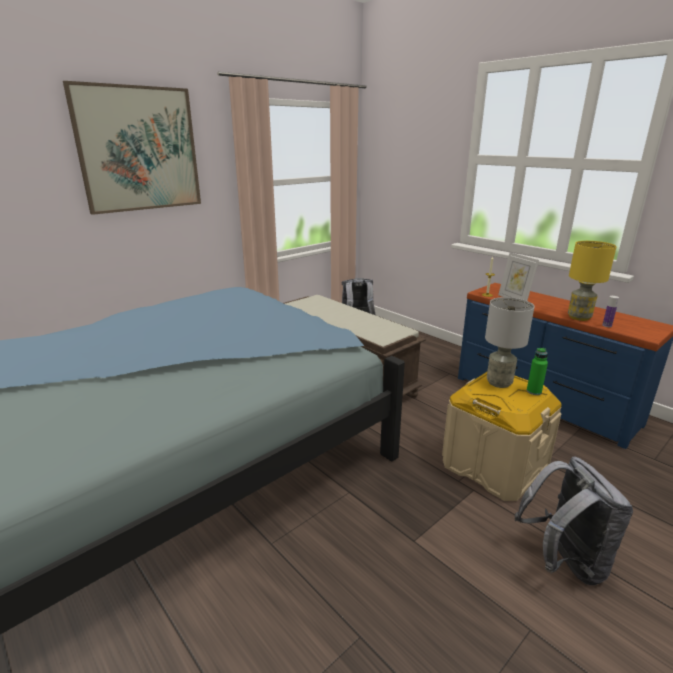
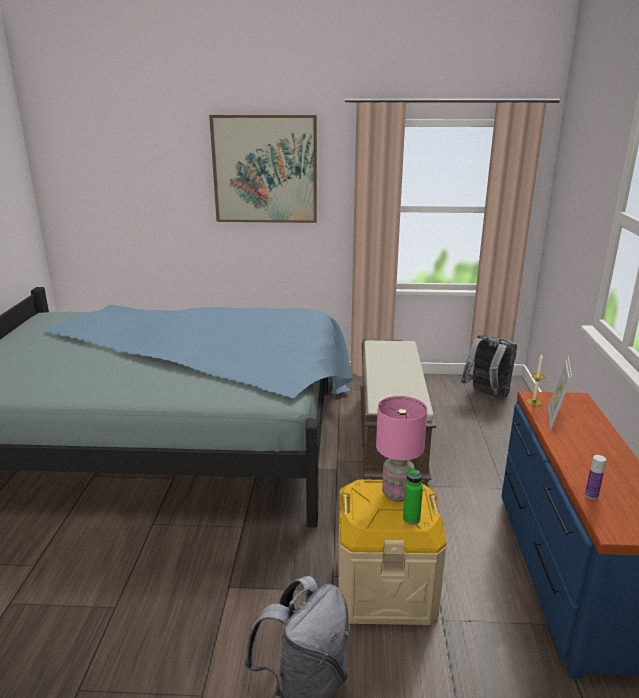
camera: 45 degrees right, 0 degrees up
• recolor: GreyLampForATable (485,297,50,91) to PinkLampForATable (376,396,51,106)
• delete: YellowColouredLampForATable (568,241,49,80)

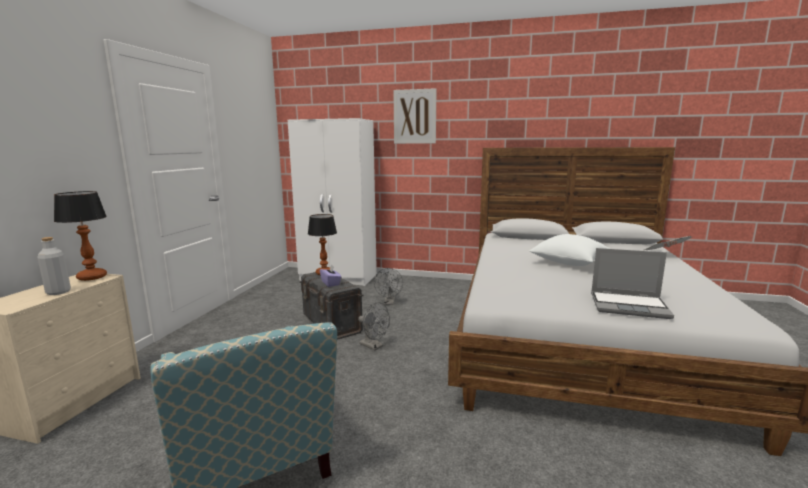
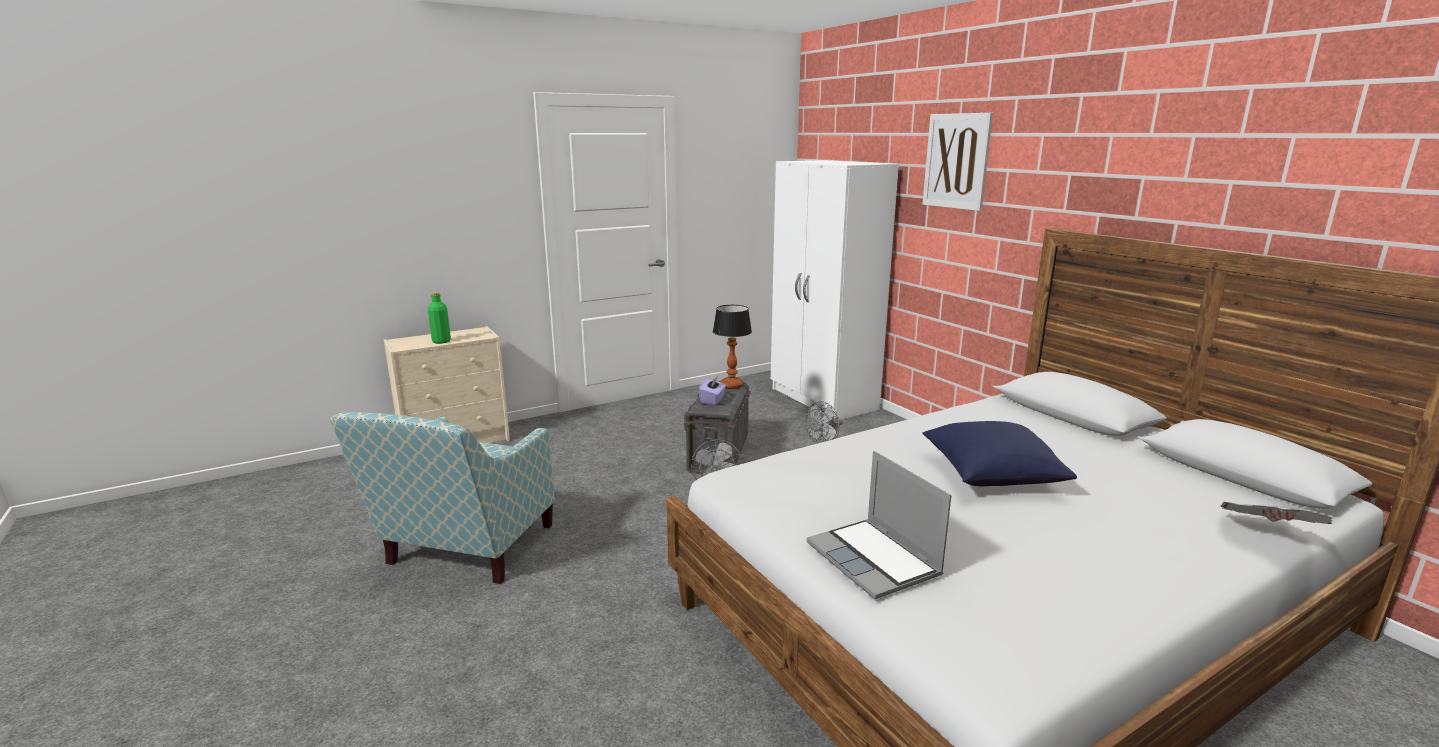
camera: 45 degrees right, 5 degrees up
• recolor: GreyBeverageBottle (37,237,34,58) to GreenBeverageBottle (428,292,23,52)
• recolor: WhiteThrowPillow (529,234,82,32) to BlueThrowPillow (923,421,154,65)
• delete: LampForATable (54,191,53,90)

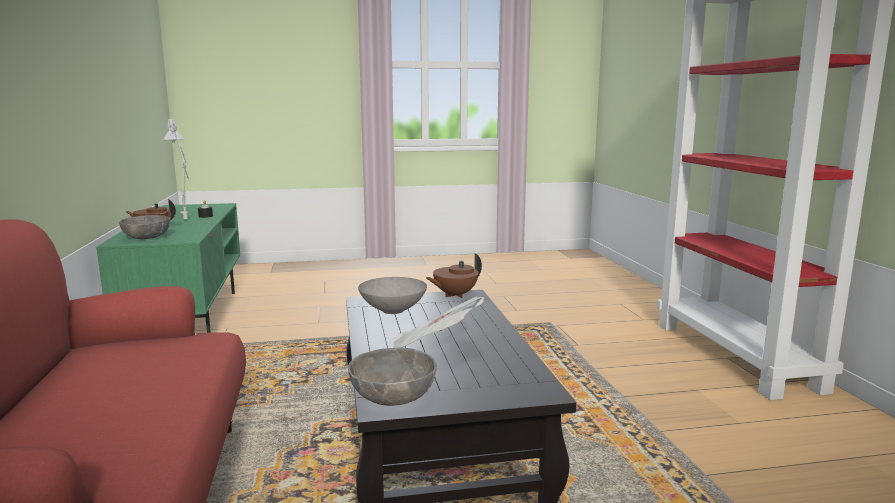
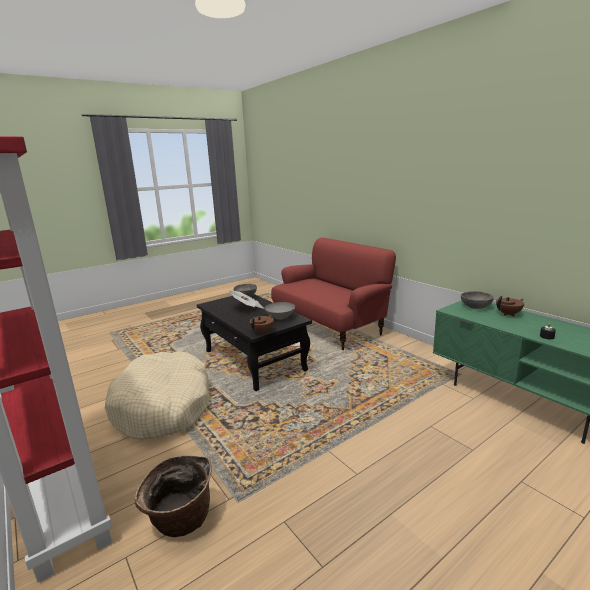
camera: 155 degrees right, 5 degrees up
• insert: SandColouredPetBed (105,351,105,88)
• insert: StorageBasket (135,455,77,82)
• delete: GreyLampForATable (163,119,27,100)

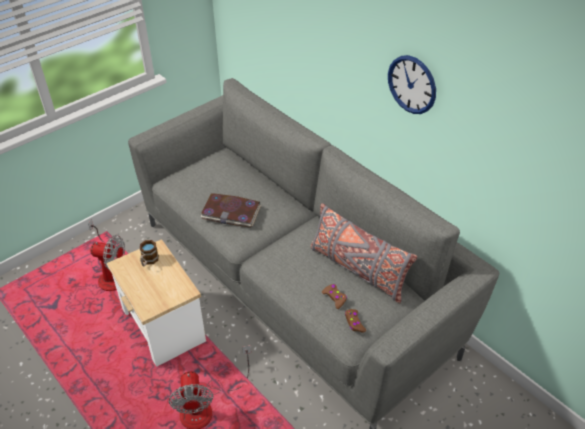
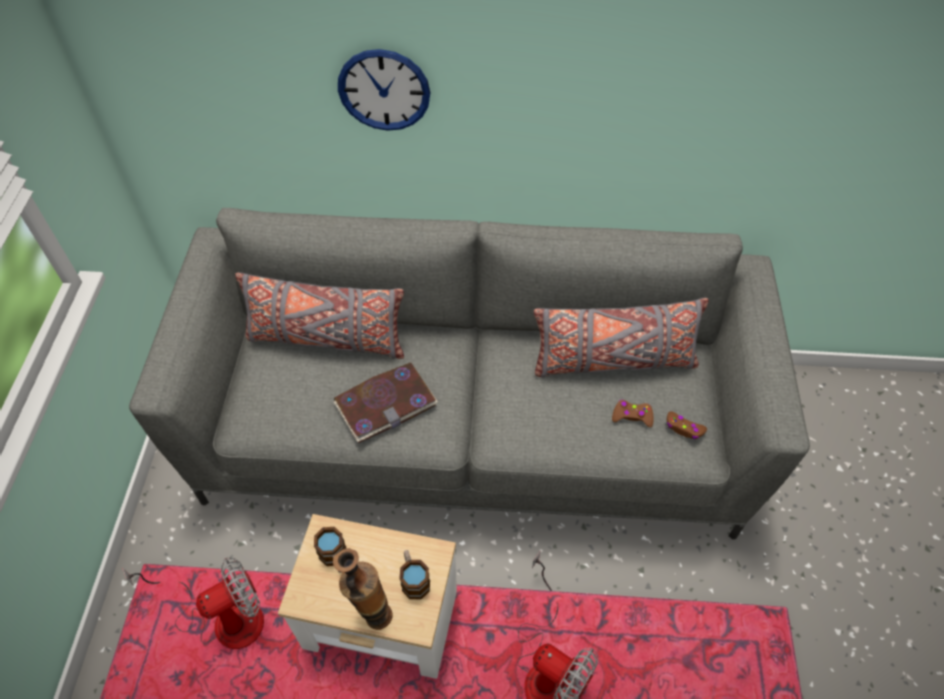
camera: 45 degrees left, 10 degrees up
• insert: GreyThrowPillow (235,272,169,87)
• insert: DecorativeVase (333,548,60,82)
• move: WallClock (388,55,48,59) to (338,49,92,82)
• insert: Mug (399,550,31,49)

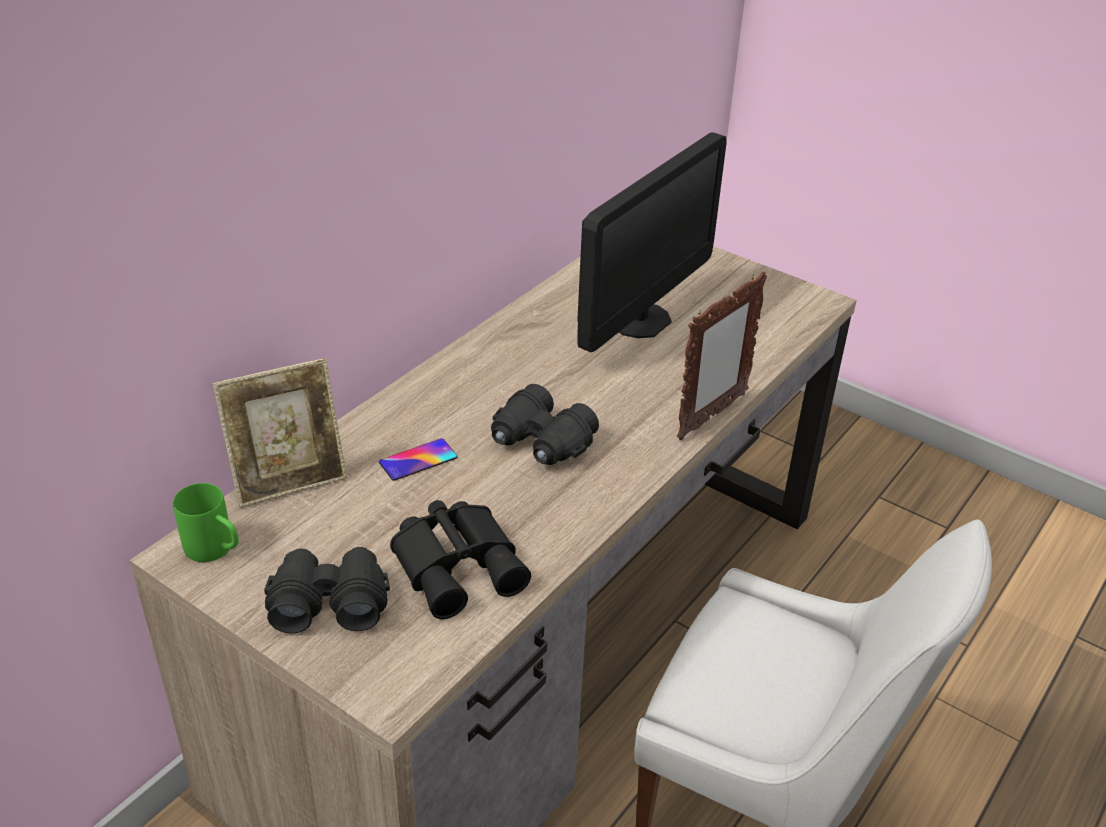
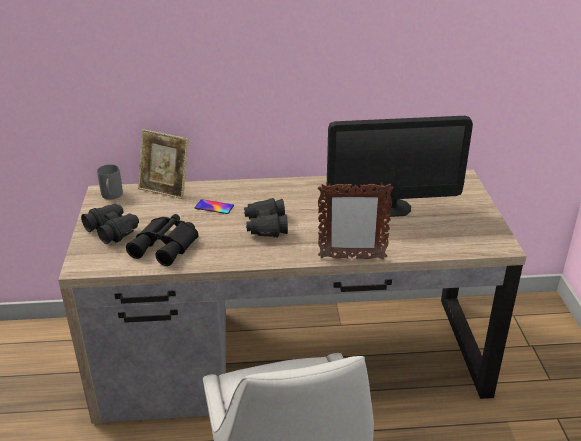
camera: 50 degrees right, 5 degrees down
• recolor: GreenMug (173,483,66,79) to GreyMug (97,164,26,36)

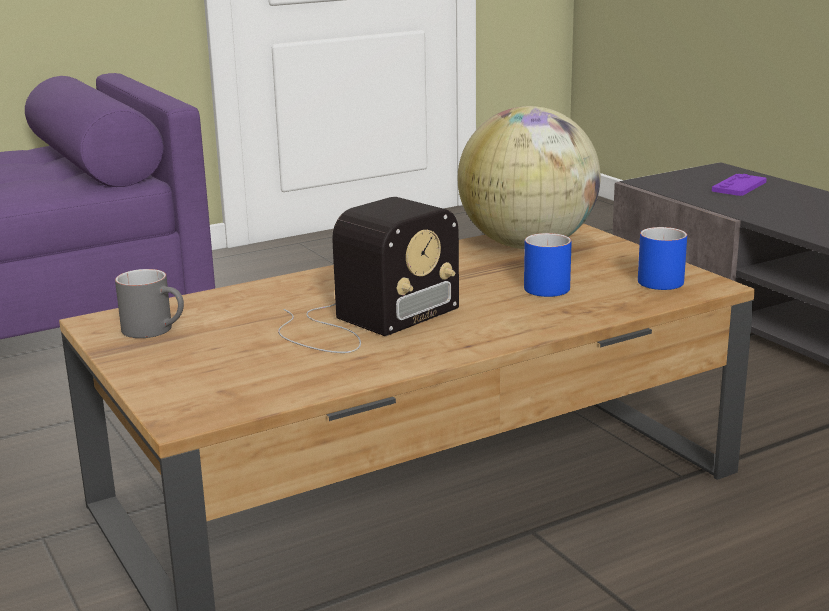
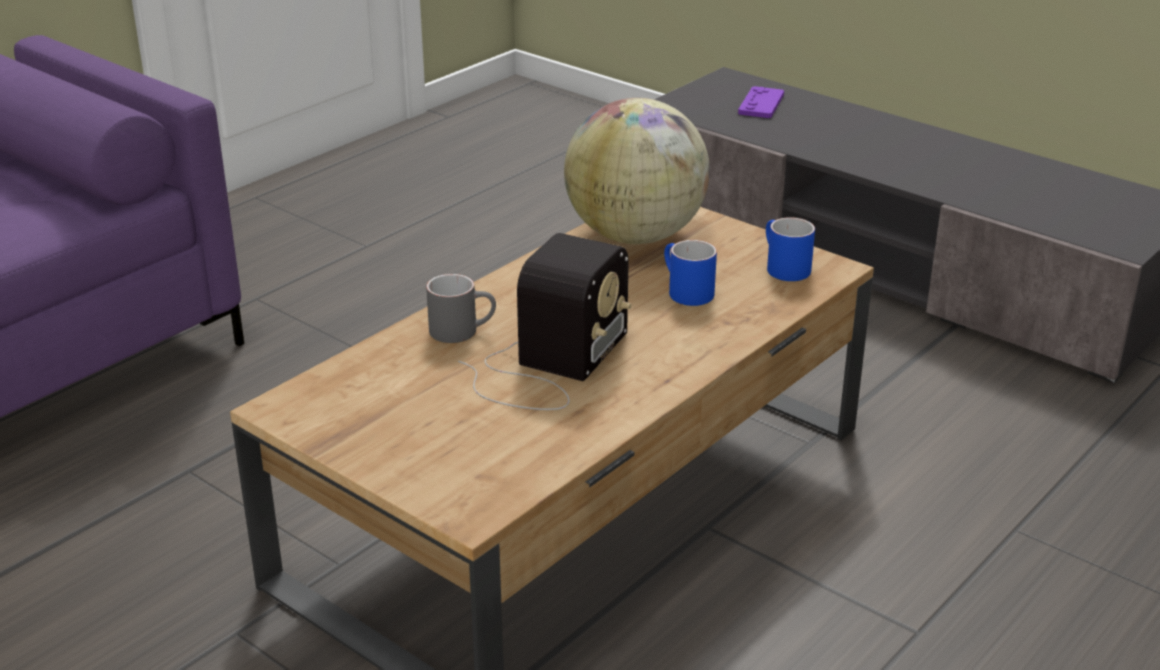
camera: 20 degrees left, 10 degrees up
• move: GreyMug (115,269,69,69) to (426,274,70,69)

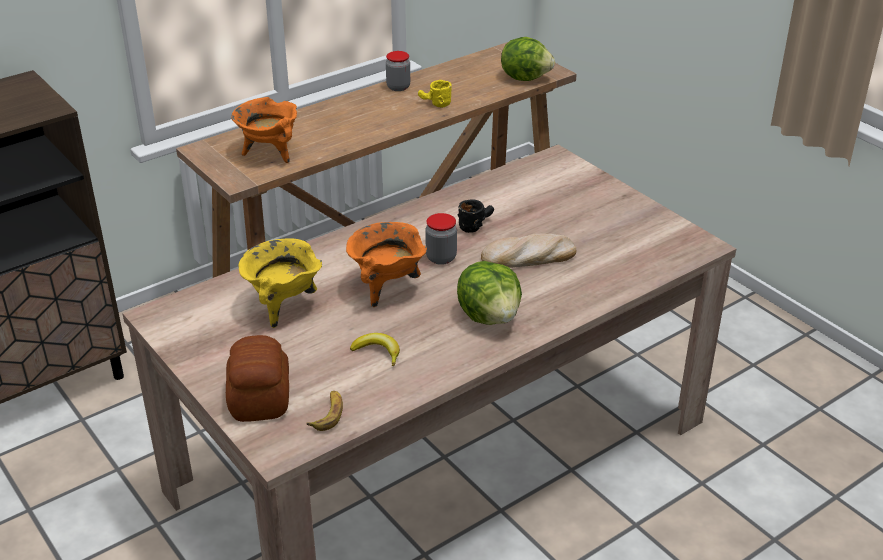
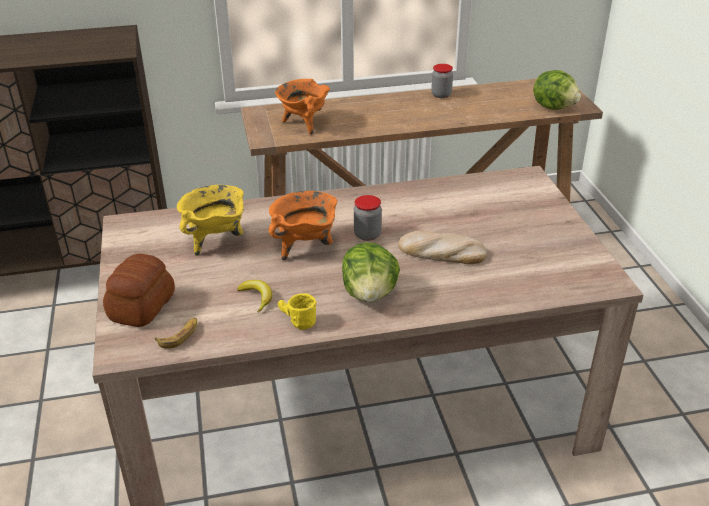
camera: 25 degrees right, 0 degrees up
• move: YellowColouredMug (418,80,34,28) to (278,293,38,37)
• delete: BlackColouredMug (458,199,36,34)

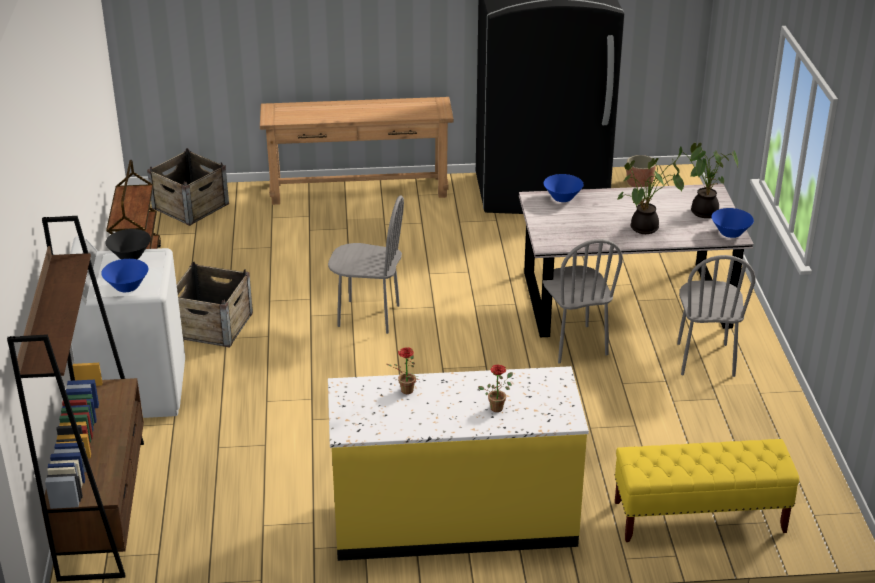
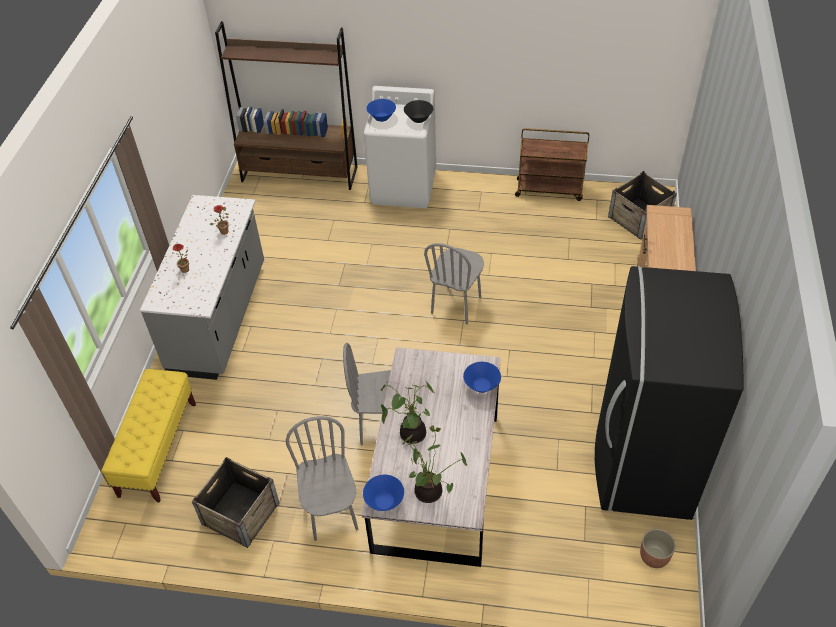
camera: 105 degrees right, 15 degrees up
• recolor: YellowColouredCounter (328,366,261,195) to GreyCounter (140,195,124,185)
• move: ShippingCrate (177,262,76,86) to (192,457,88,91)
• rotate: GreyChair (677,255,79,122) = (286,416,72,125) 60 degrees clockwise

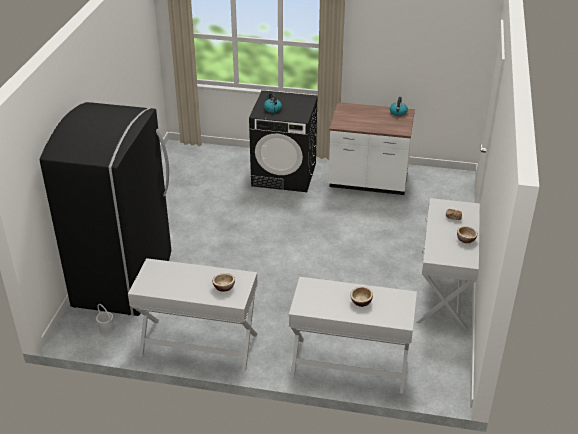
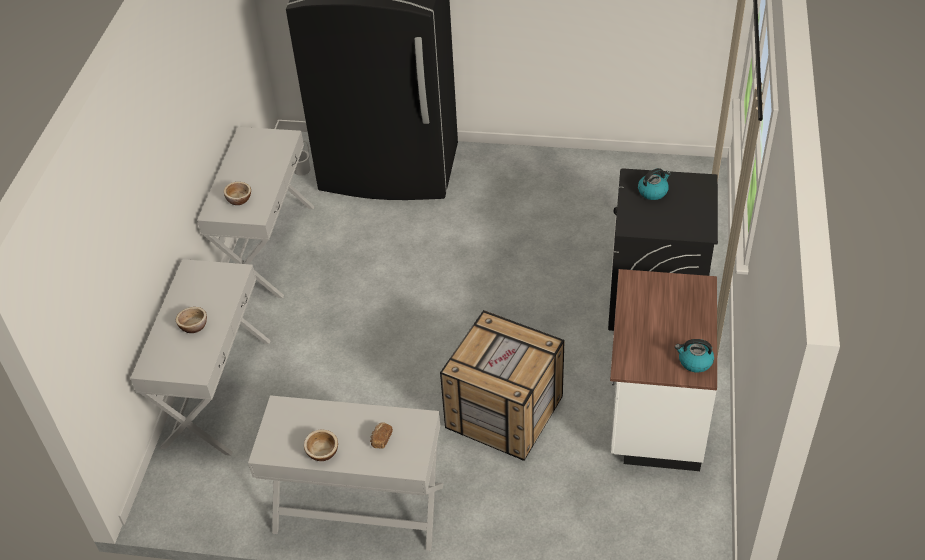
camera: 90 degrees right, 10 degrees up
• insert: ShippingCrate (440,310,125,151)

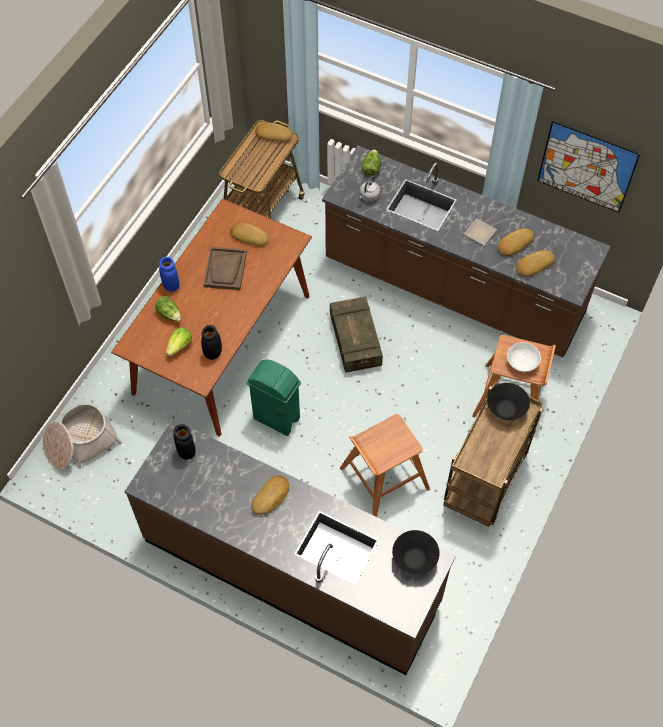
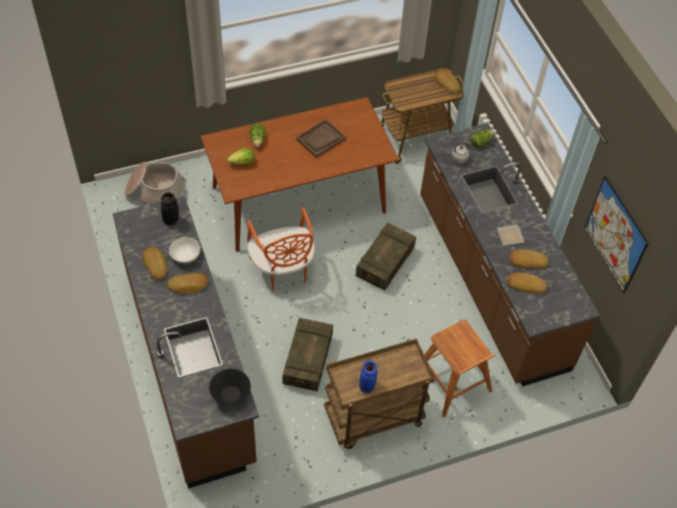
camera: 40 degrees right, 5 degrees down
• move: BakeryBread (230,223,39,23) to (142,247,26,33)
• move: WhiteBowl (507,342,34,30) to (169,237,31,27)
• replace: GreenWasteBin (247,360,54,76) to OrangeyChair (247,207,68,84)
• replace: BrownColouredStool (340,414,90,103) to ShippingCrate (282,318,51,73)
• move: BlueDecorativeVase (159,257,20,35) to (359,360,18,33)
• delete: BlackColouredDecorativeVase (201,325,21,35)
• delete: BlackColouredBowl (487,383,43,37)

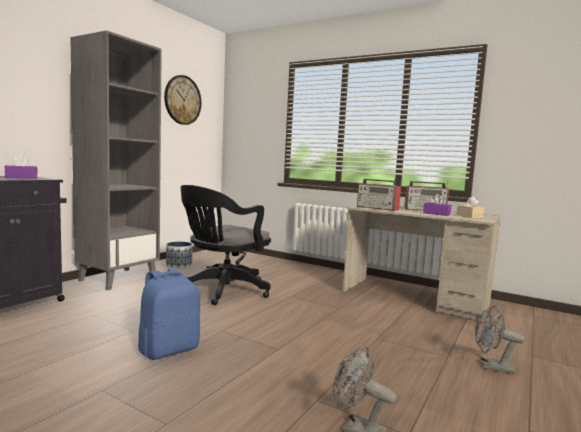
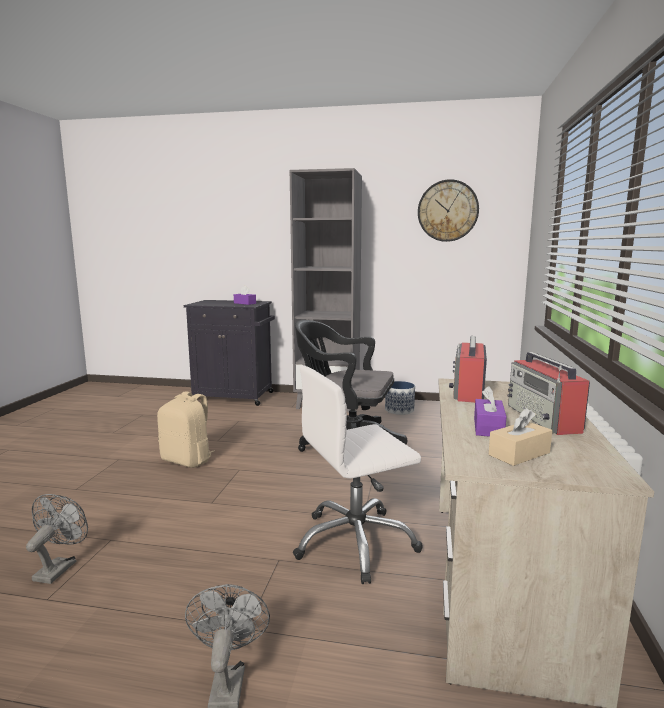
camera: 70 degrees right, 5 degrees up
• recolor: BlueBackpack (138,268,62,92) to SandColouredBackpack (157,391,58,77)
• insert: WhiteComputerChair (293,366,130,218)

